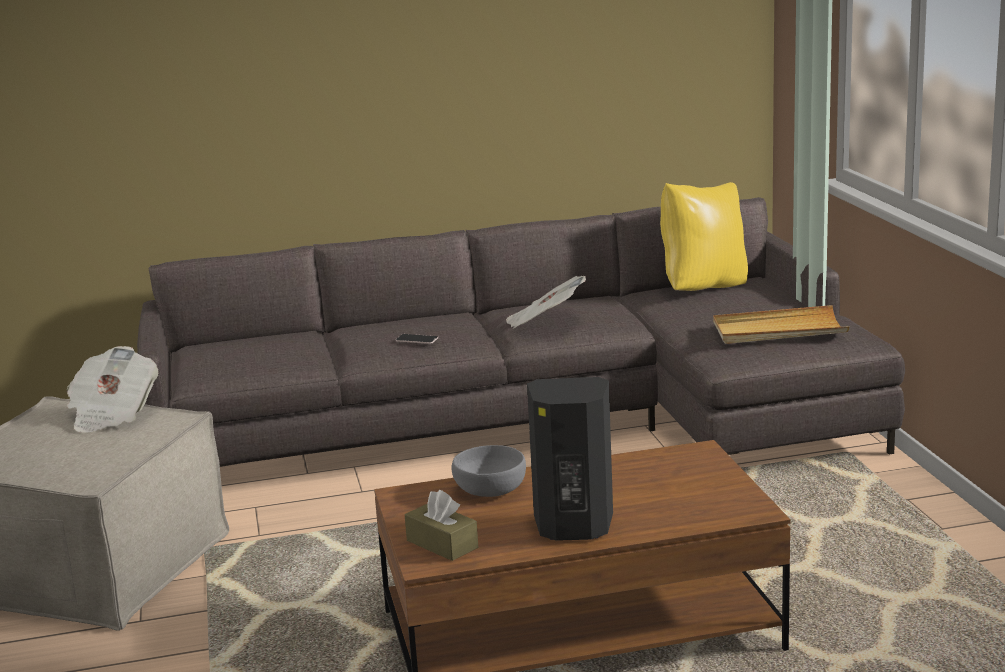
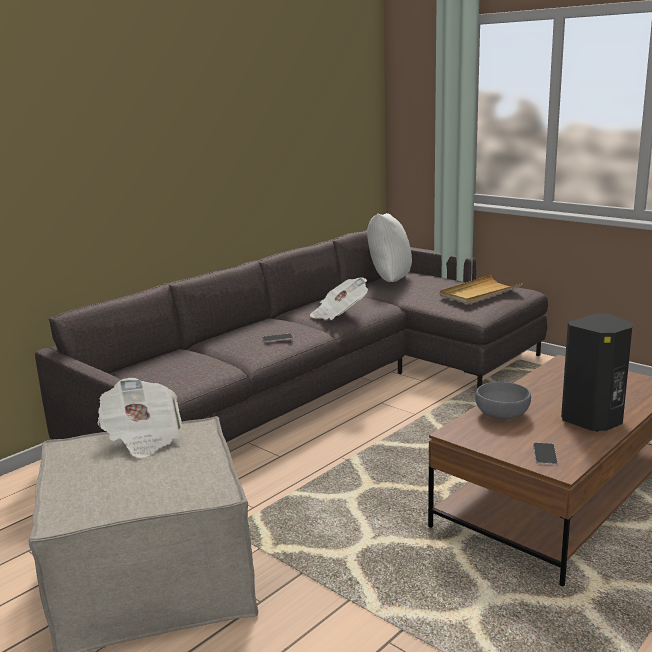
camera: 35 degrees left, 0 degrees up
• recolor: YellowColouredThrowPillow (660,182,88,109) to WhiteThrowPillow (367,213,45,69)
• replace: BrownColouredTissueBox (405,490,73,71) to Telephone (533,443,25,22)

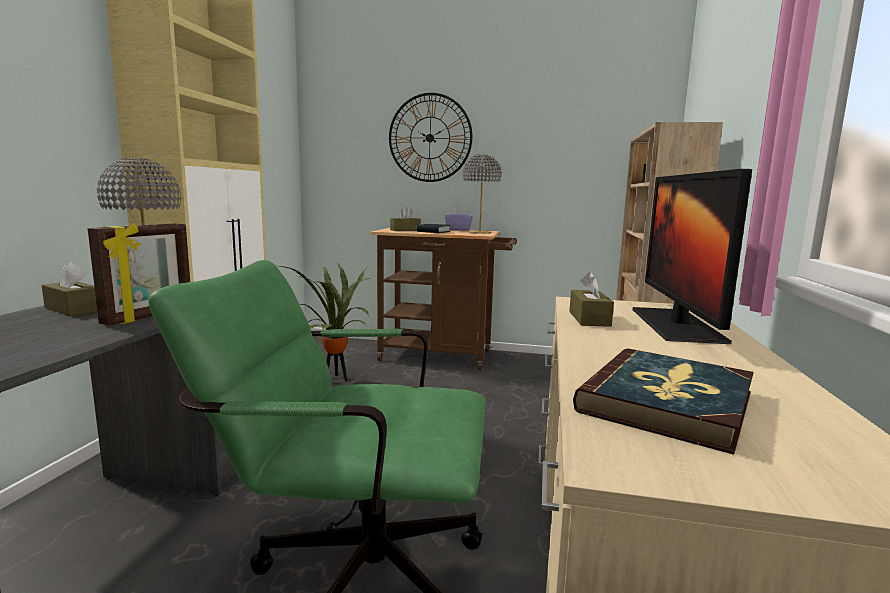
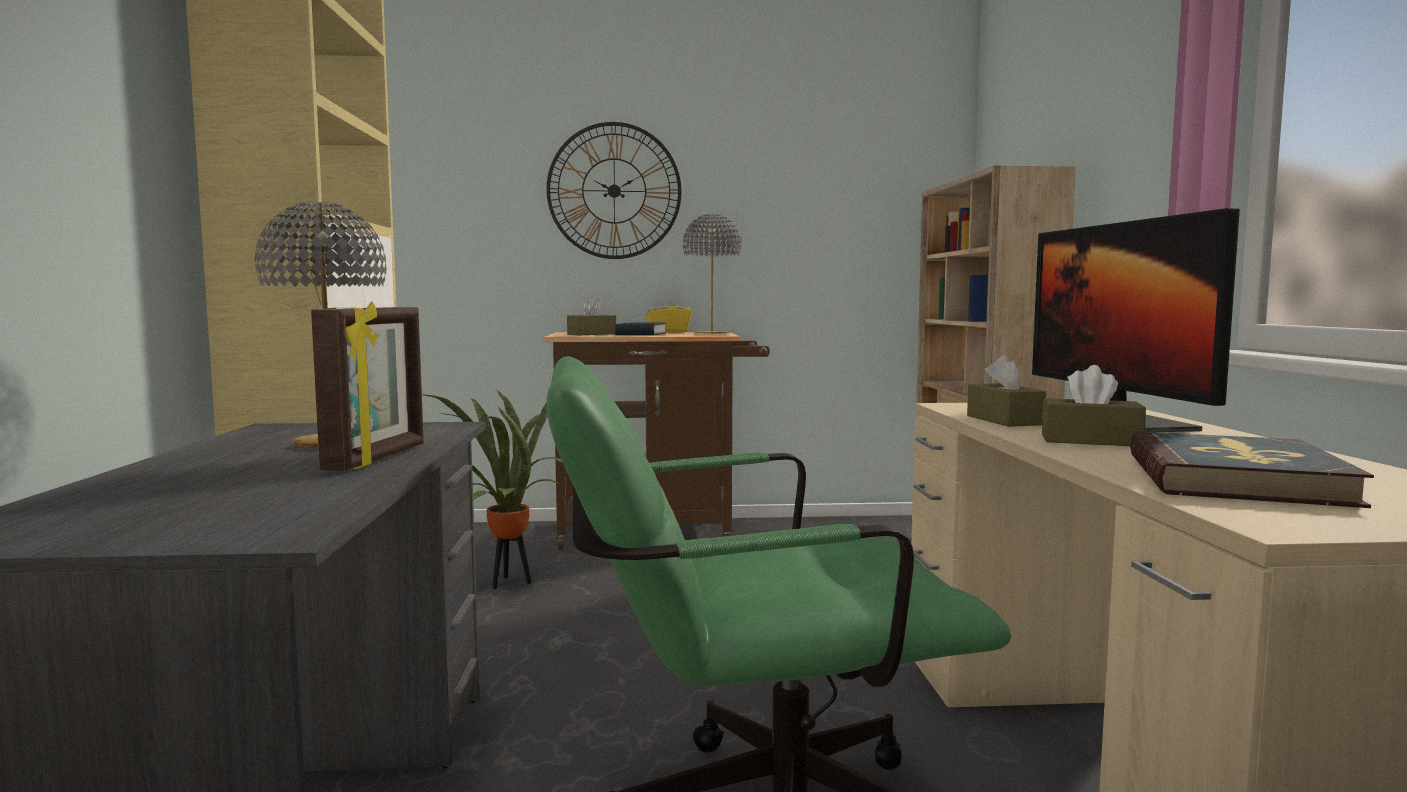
camera: 15 degrees left, 5 degrees down
• recolor: PurpleTissueBox (445,208,28,23) to YellowColouredTissueBox (646,298,46,34)
• move: BrownColouredTissueBox (42,262,55,54) to (1042,365,104,81)

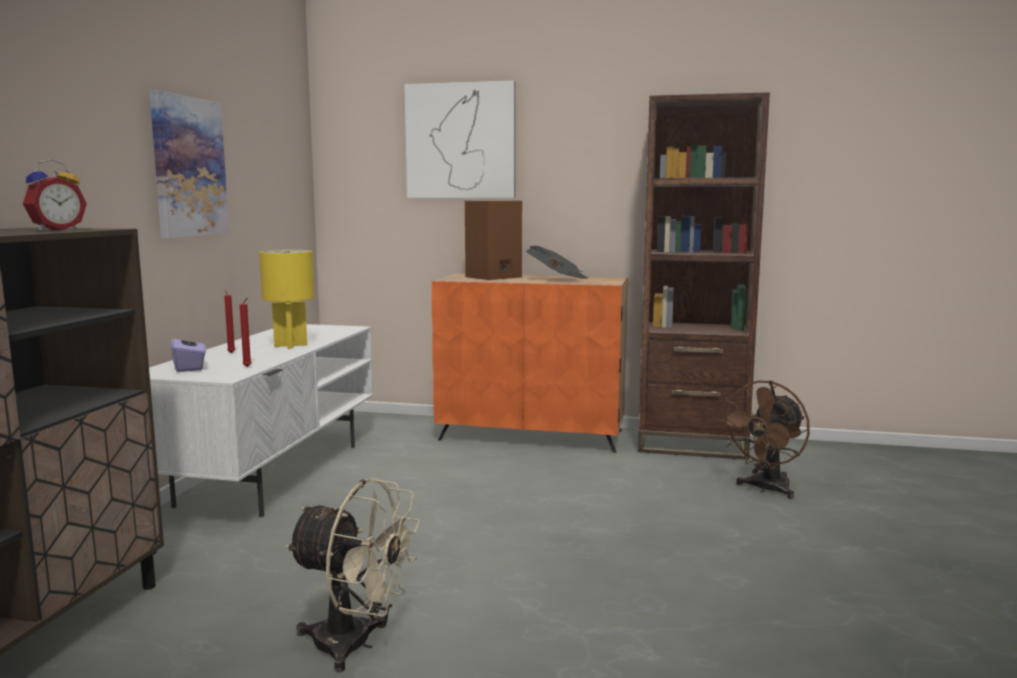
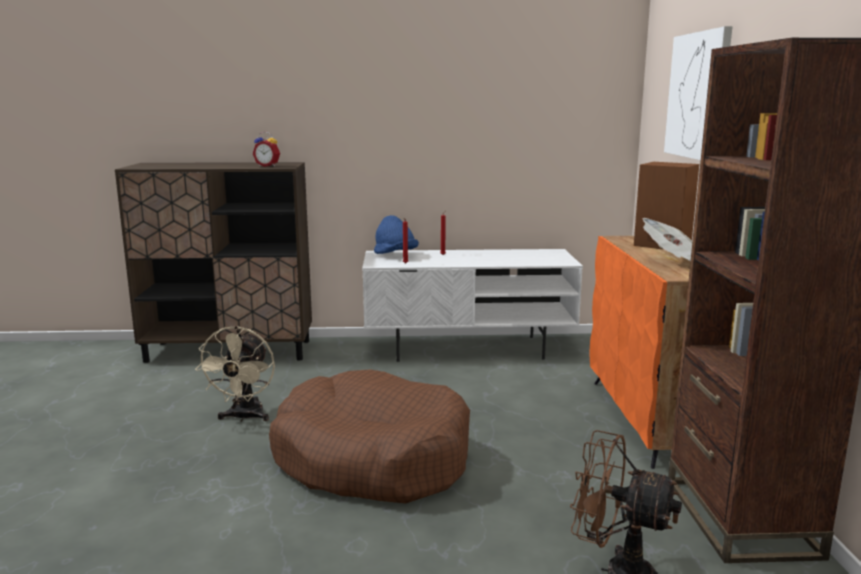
camera: 75 degrees right, 5 degrees up
• insert: BrownColouredPetBed (269,370,201,133)
• replace: PurpleTissueBox (171,330,35,42) to BlueHat (374,215,45,39)
• delete: Picture (149,90,80,148)
• delete: YellowColouredLampForATable (259,250,56,99)

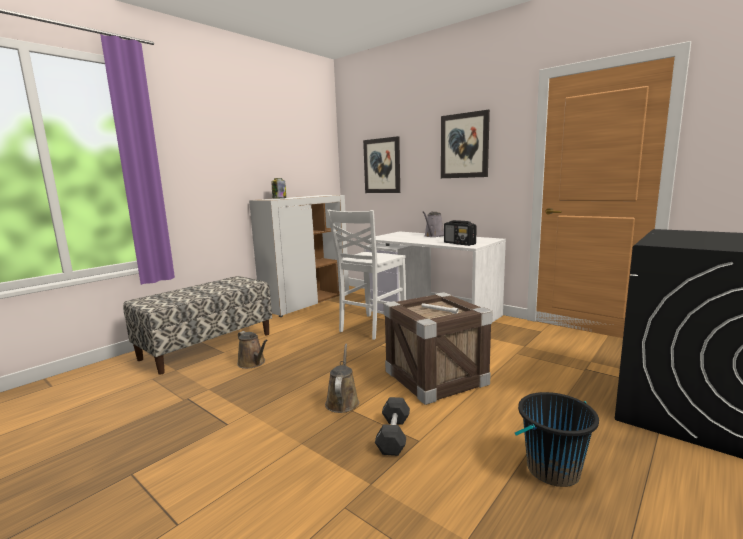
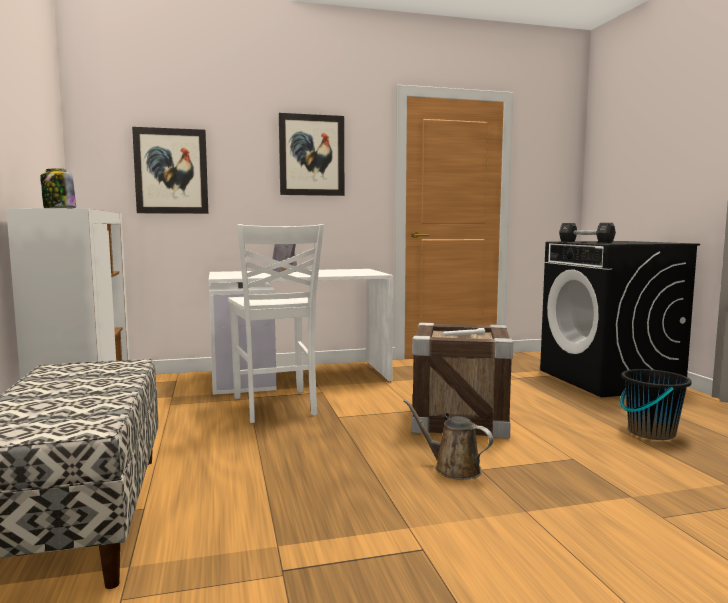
camera: 55 degrees left, 5 degrees down
• move: BlackColouredHandWeight (375,397,35,59) to (559,223,57,20)
• delete: BrownColouredWateringPot (237,331,31,38)
• delete: Radio (444,220,33,26)

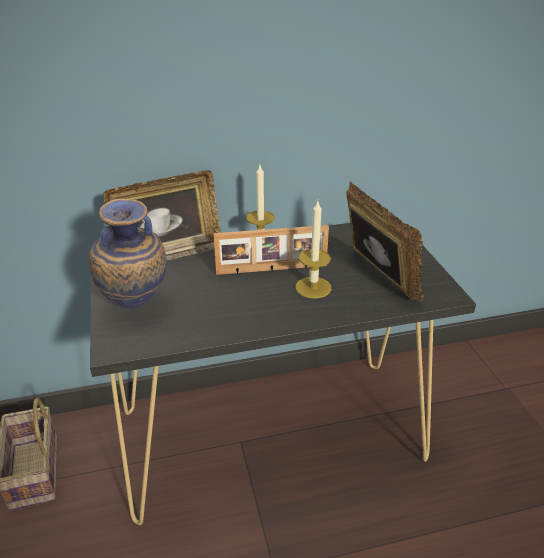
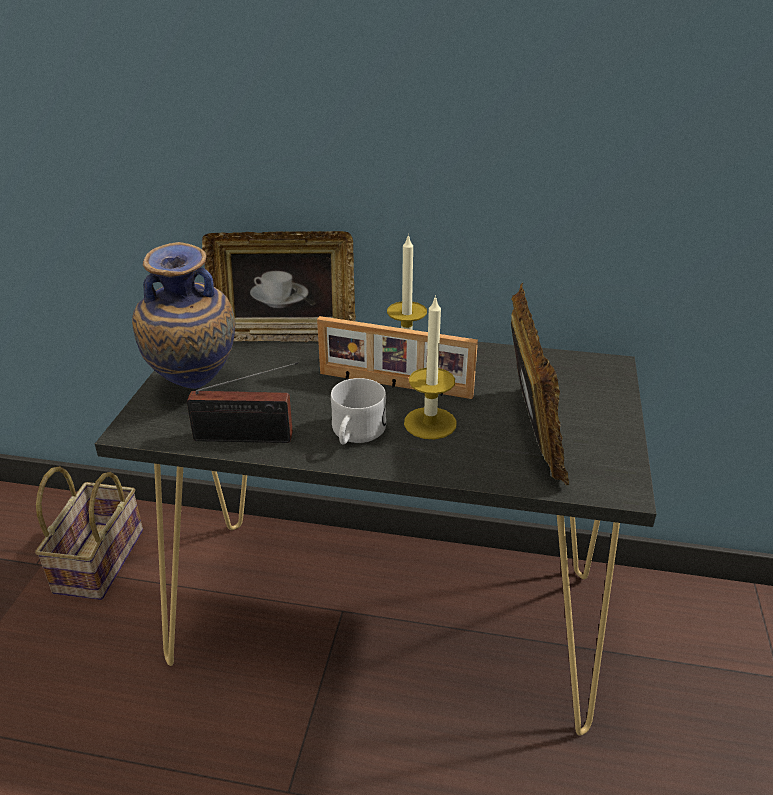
camera: 25 degrees right, 0 degrees up
• insert: Radio (187,362,111,81)
• insert: WhiteMug (331,378,55,67)

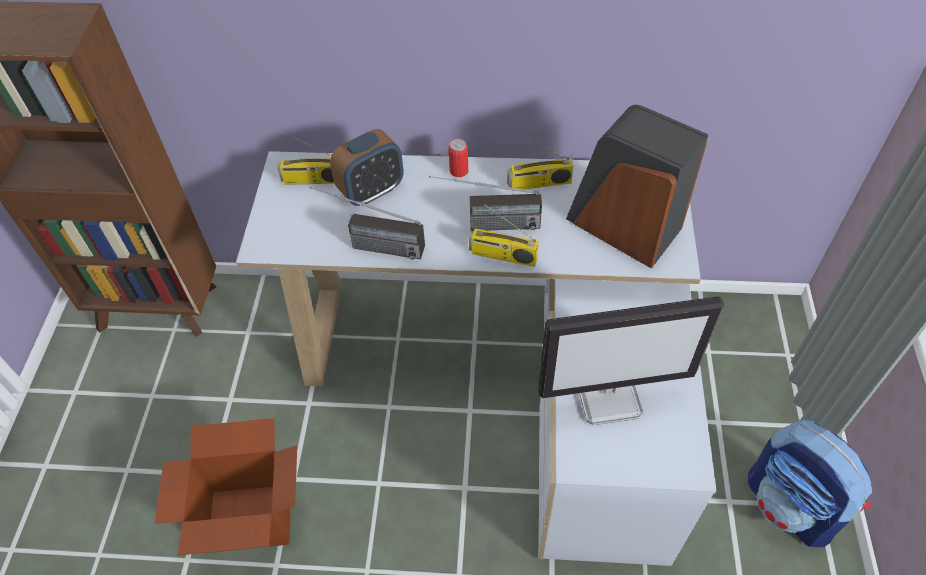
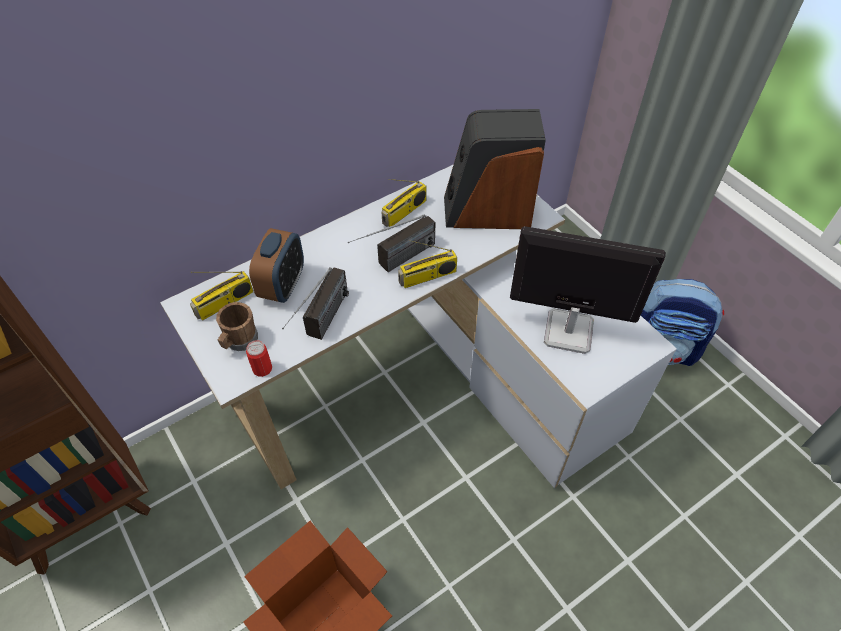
camera: 40 degrees left, 0 degrees up
• insert: BrownColouredMug (216,302,42,49)
• move: SealedCan (449,139,19,38) to (246,340,26,37)
• rotate: Radio (310,187,115,73) = (282,268,67,72) 45 degrees counterclockwise
• rotate: ComputerScreen (538,296,187,129) = (510,226,156,128) 120 degrees counterclockwise

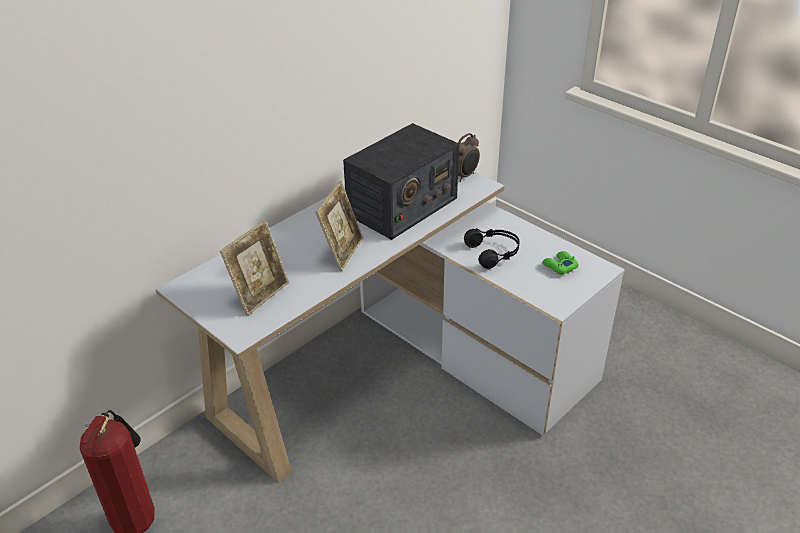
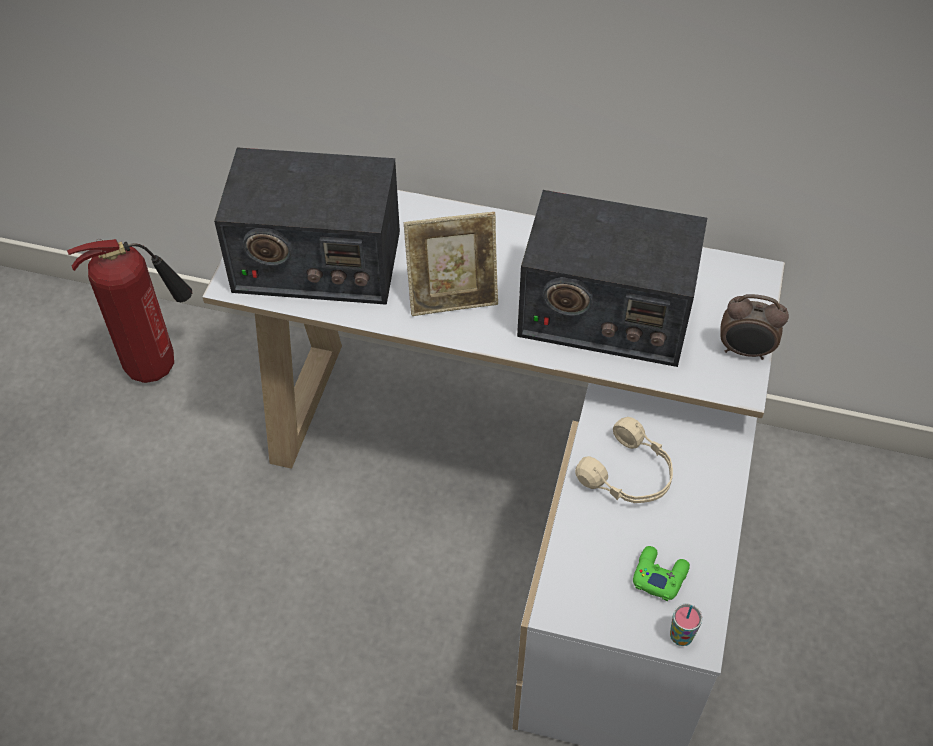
camera: 60 degrees right, 15 degrees up
• replace: StandingFrame (220,220,69,96) to Radio (214,147,186,158)
• recolor: BlackColouredPairOfHeadphones (464,228,56,41) to SandColouredPairOfHeadphones (575,417,98,86)
• insert: SmallCup (670,604,32,42)

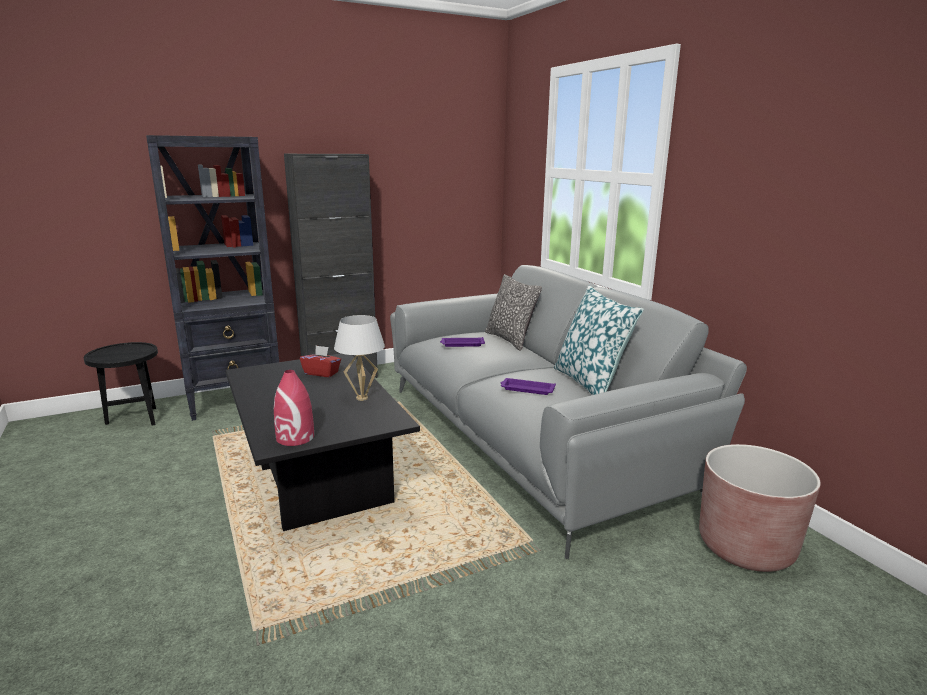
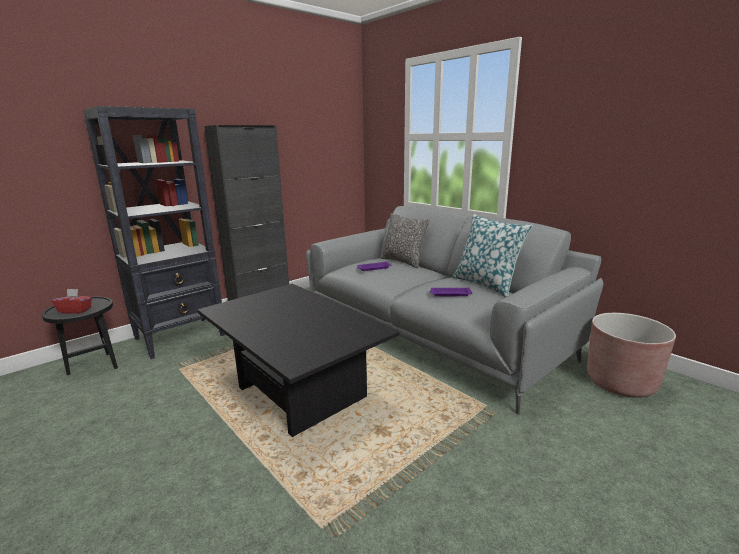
camera: 15 degrees left, 0 degrees up
• move: RedColouredTissueBox (300,345,41,32) to (52,289,40,25)
• delete: RedColouredDecorativeVase (274,370,40,76)
• delete: WhiteLampForATable (334,315,51,86)

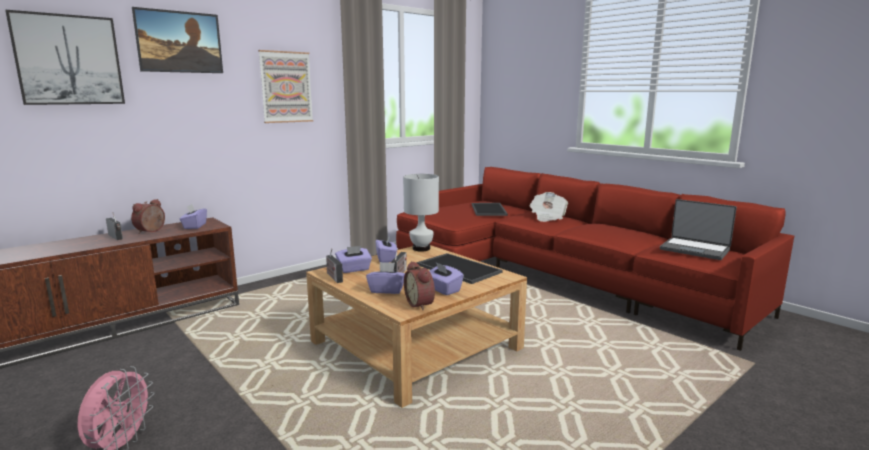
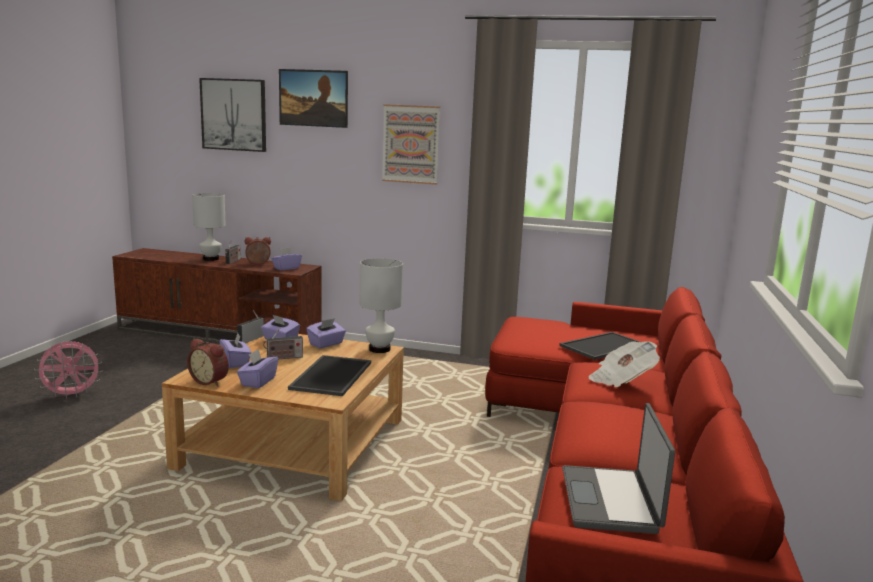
camera: 55 degrees right, 0 degrees up
• rotate: TableClock (404,261,31,50) = (187,338,42,48) 90 degrees counterclockwise
• insert: WhiteLampForATable (192,193,34,68)

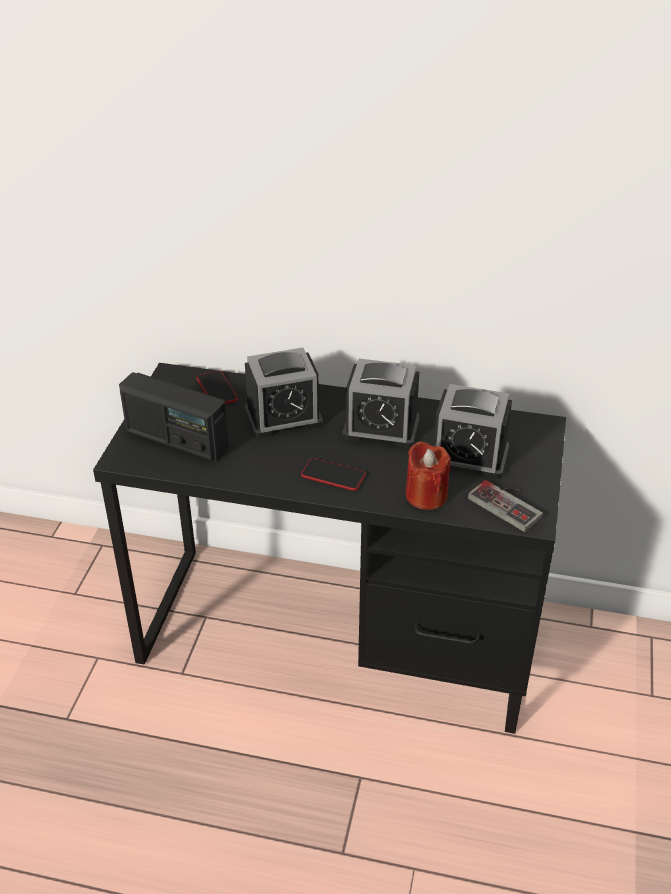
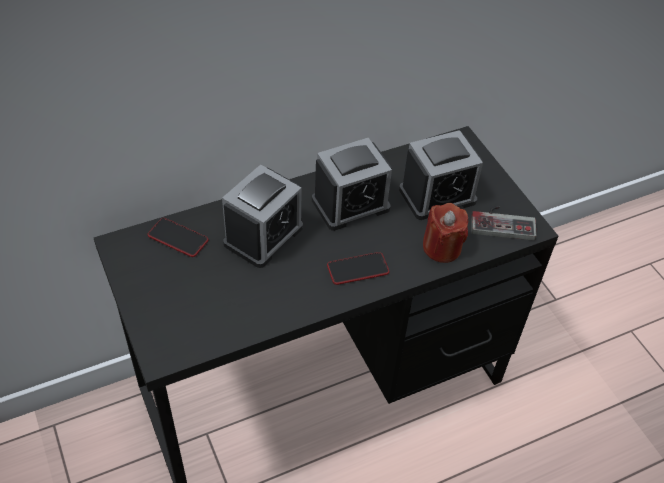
camera: 40 degrees left, 10 degrees up
• delete: Radio (119,372,110,89)

